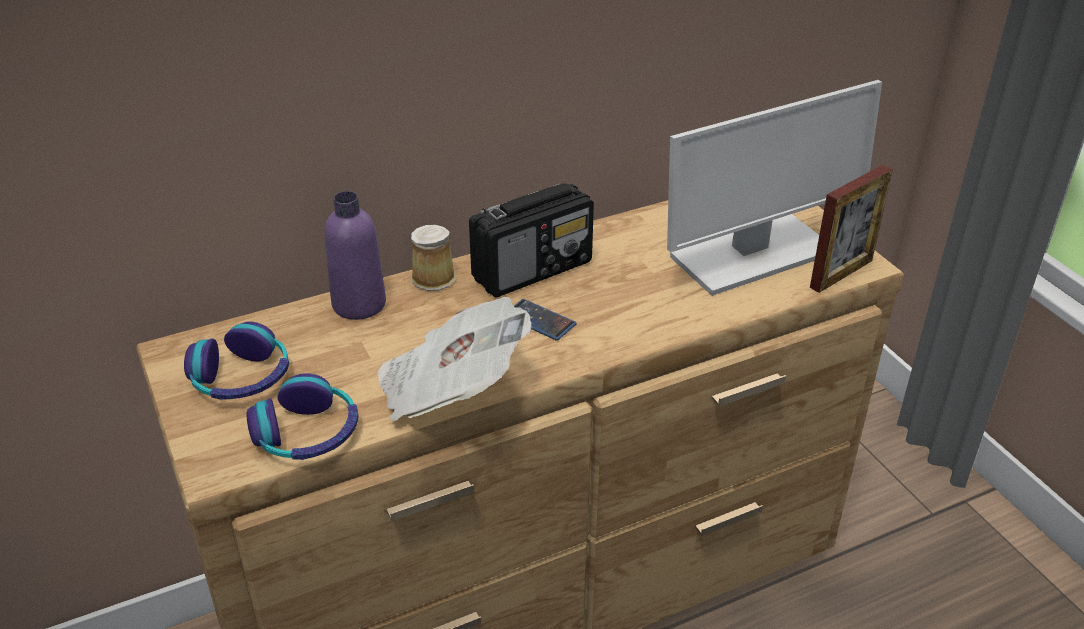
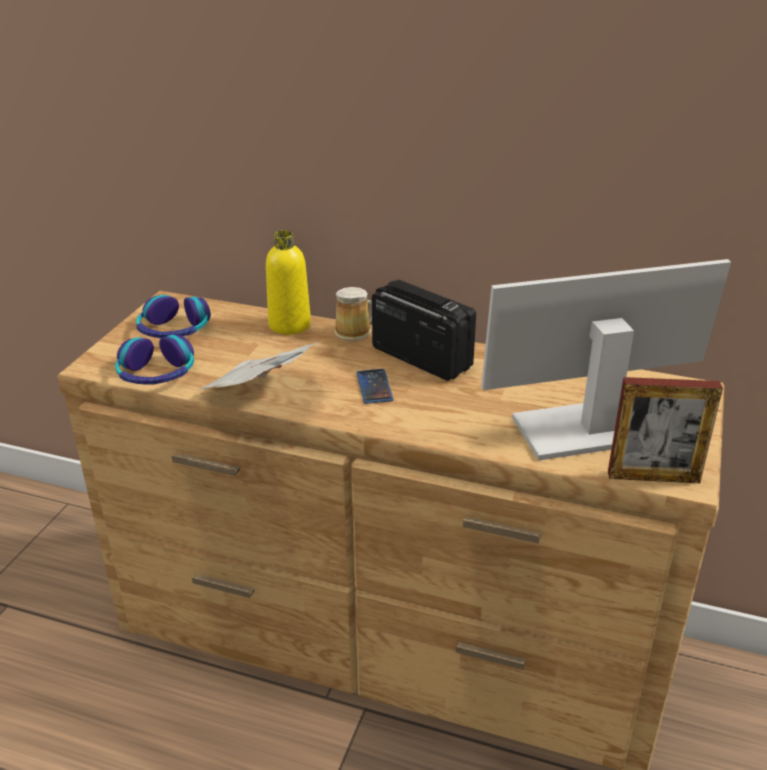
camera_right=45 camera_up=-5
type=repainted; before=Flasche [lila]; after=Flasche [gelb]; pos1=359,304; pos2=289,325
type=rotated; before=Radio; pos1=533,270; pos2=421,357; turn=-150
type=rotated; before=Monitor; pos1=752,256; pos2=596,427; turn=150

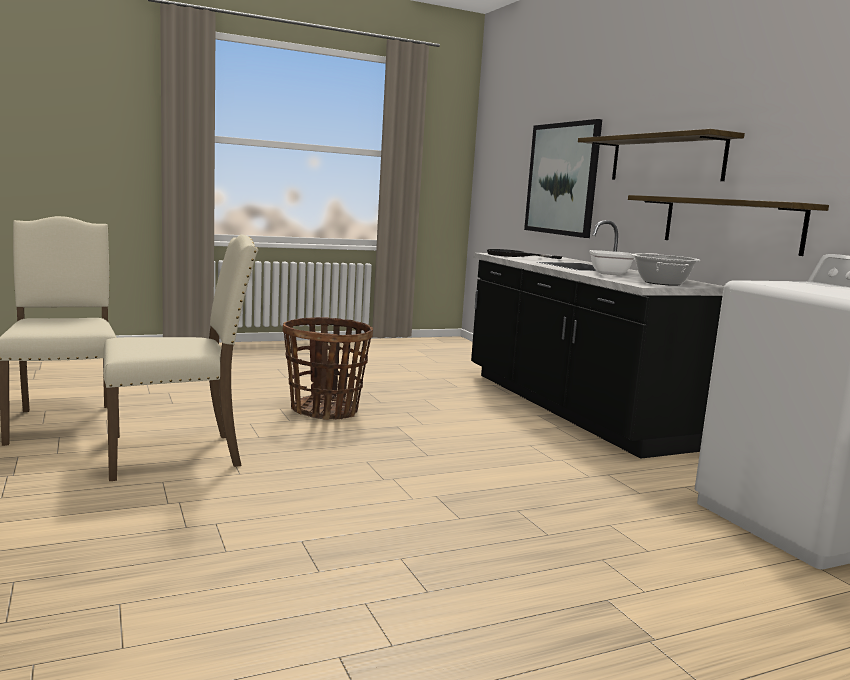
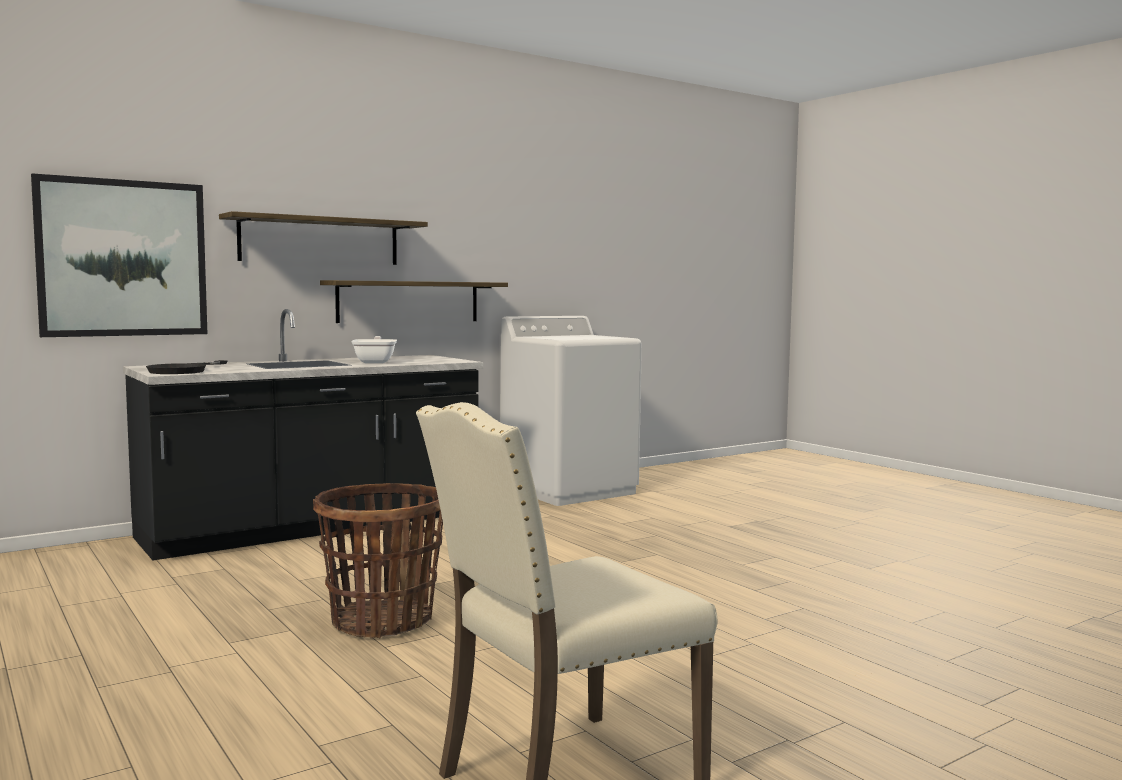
camera_right=-100 camera_up=-5
type=gone; before=Stuhl [beige]; pos1=177,454
type=gone; before=Kochtopf; pos1=662,283

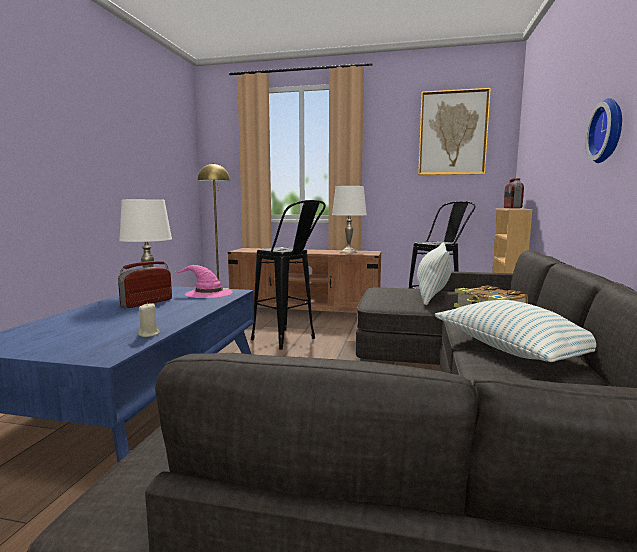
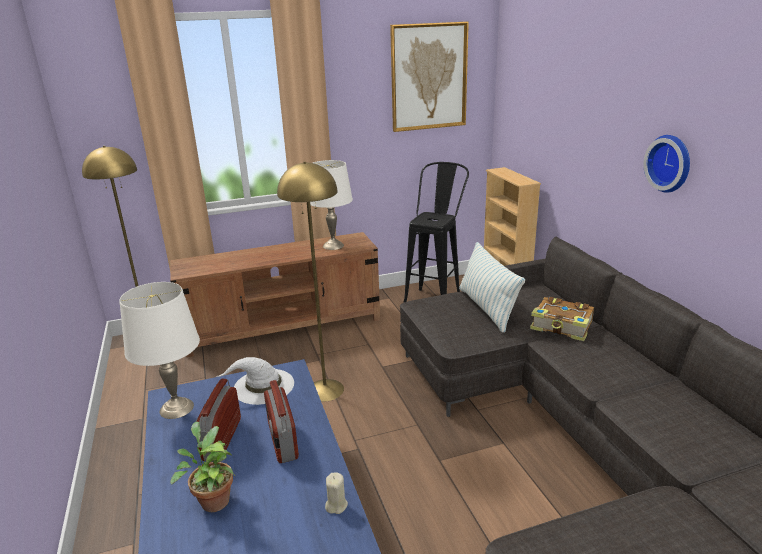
camera_right=-30 camera_up=15
type=new; after=Topfpflanze; pos2=213,500
type=repainted; before=Hut [rosa]; after=Hut [weiß]; pos1=208,293; pos2=262,386
type=shifted; before=Radio; pos1=512,208; pos2=282,441
type=swapped; before=Hocker [schwarz]; after=Stehlampe [gelb]; pos1=290,341; pos2=325,390
type=gone; before=Kissen; pos1=513,350

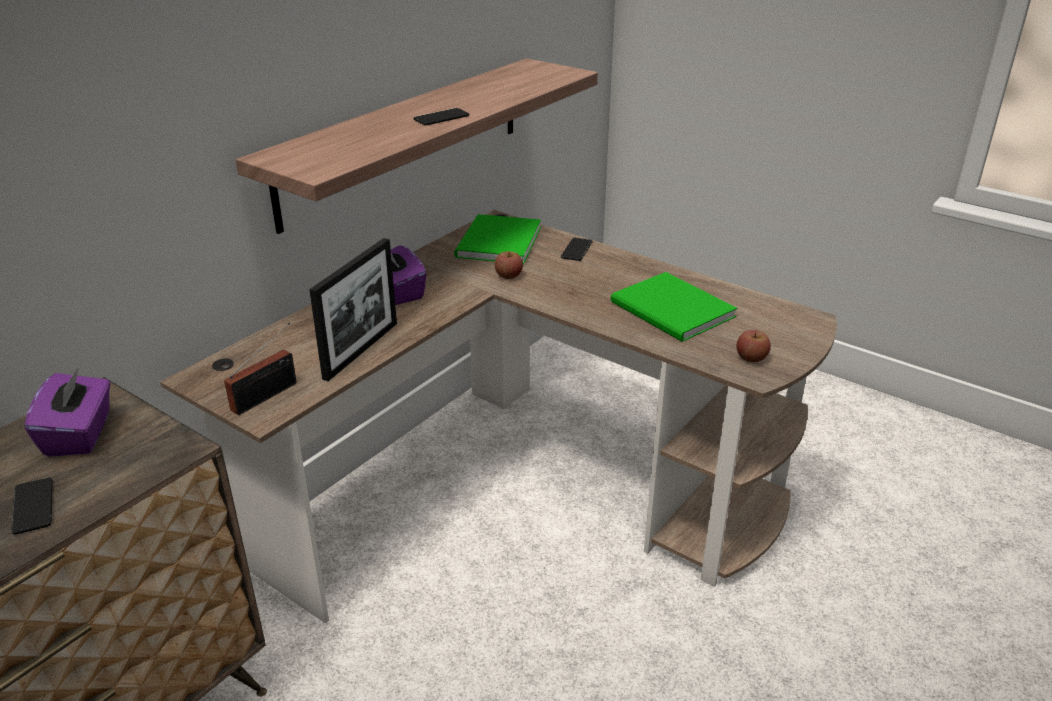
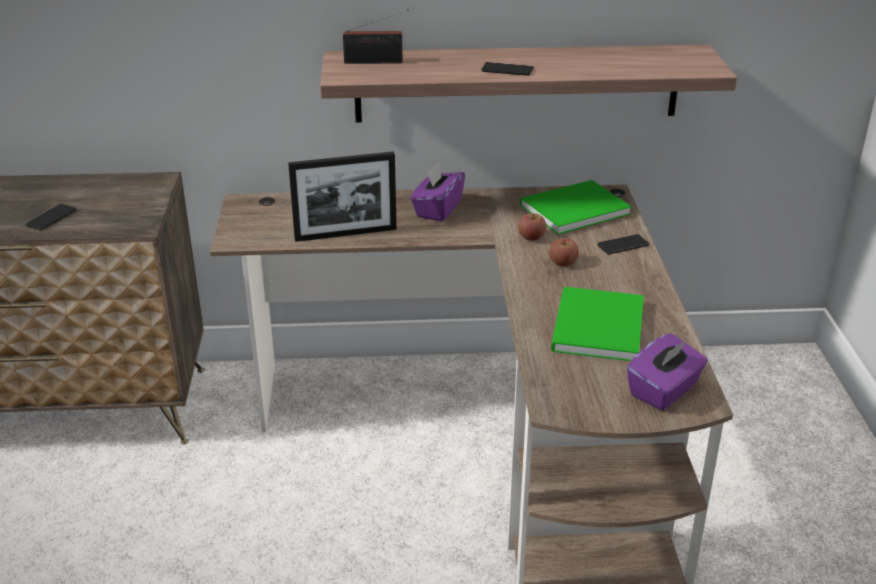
camera_right=50 camera_up=0
type=shifted; before=Radio; pos1=268,395; pos2=377,62
type=shifted; before=Apfel; pos1=751,358; pos2=563,262
type=shifted; before=Taschentuchbox [lila]; pos1=80,434; pos2=664,391

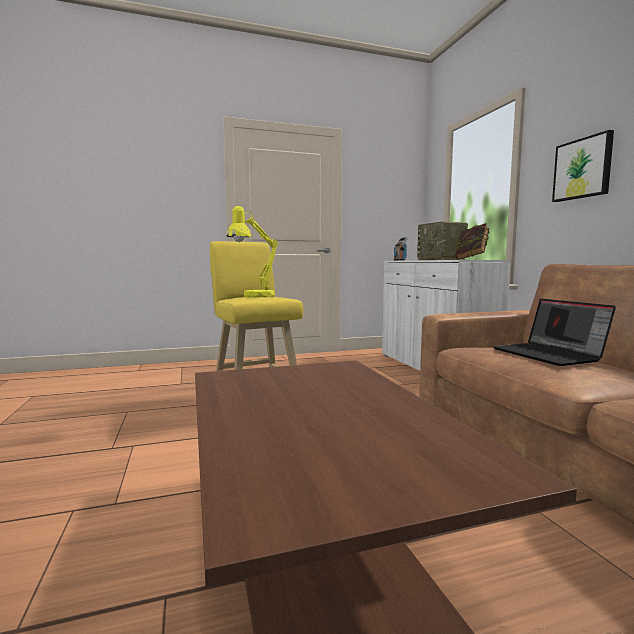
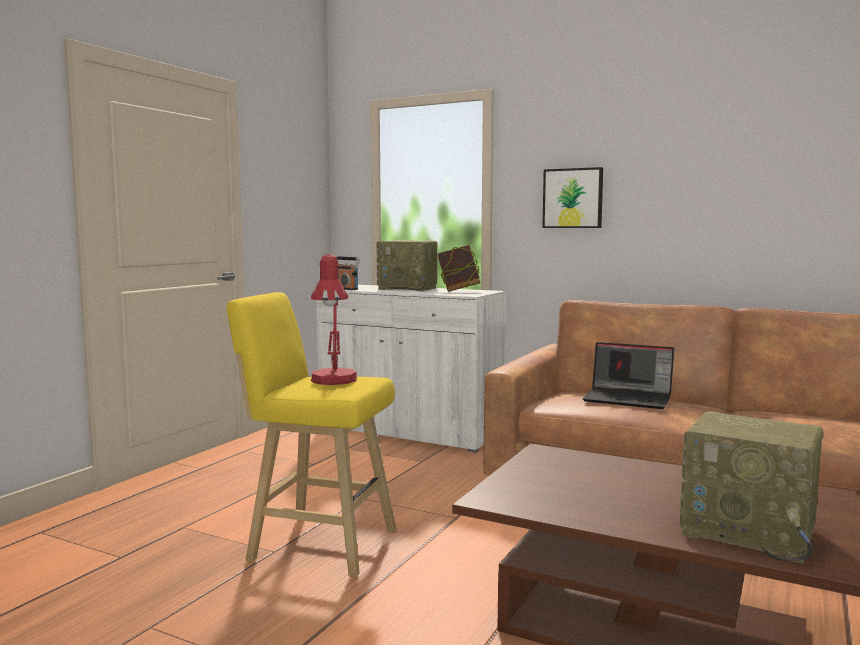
camera_right=-45 camera_up=0
type=repainted; before=Tischlampe [gelb]; after=Tischlampe [rot]; pos1=253,296; pos2=333,382
type=new; after=Radio; pos2=750,532

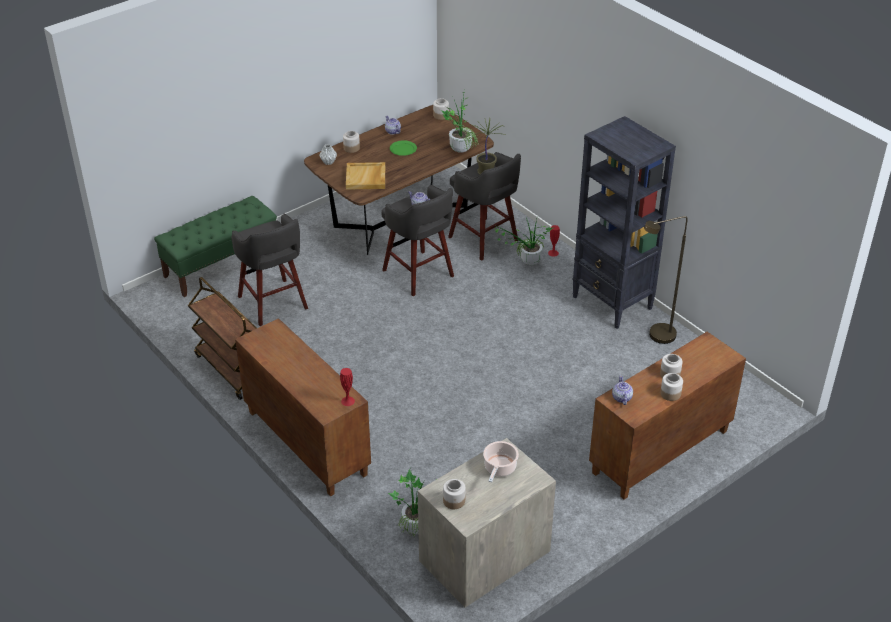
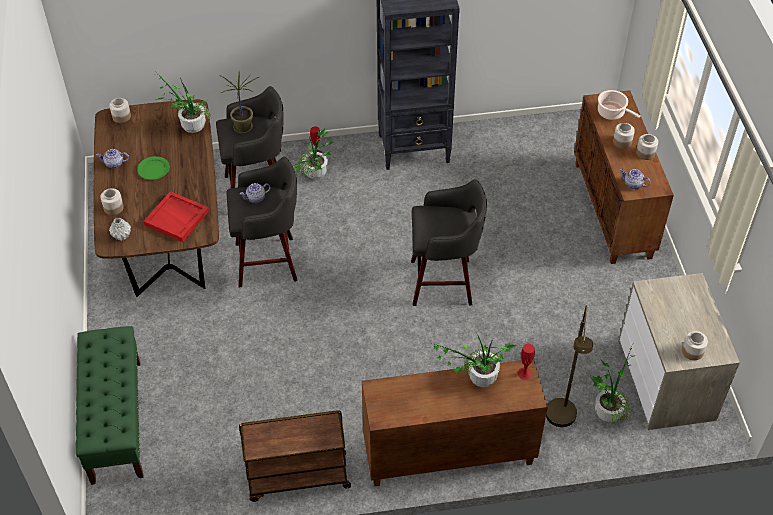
camera_right=-60 camera_up=10
type=repainted; before=Tablett [beige]; after=Tablett [rot]; pos1=366,178; pos2=177,218
type=shifted; before=Hocker [grau]; pos1=273,304; pos2=444,282
type=new; after=Topfpflanze; pos2=476,381
type=shifted; before=Stehlampe [braun]; pos1=656,337; pos2=561,421
type=shifted; before=Kochtopf; pos1=499,468; pos2=612,113

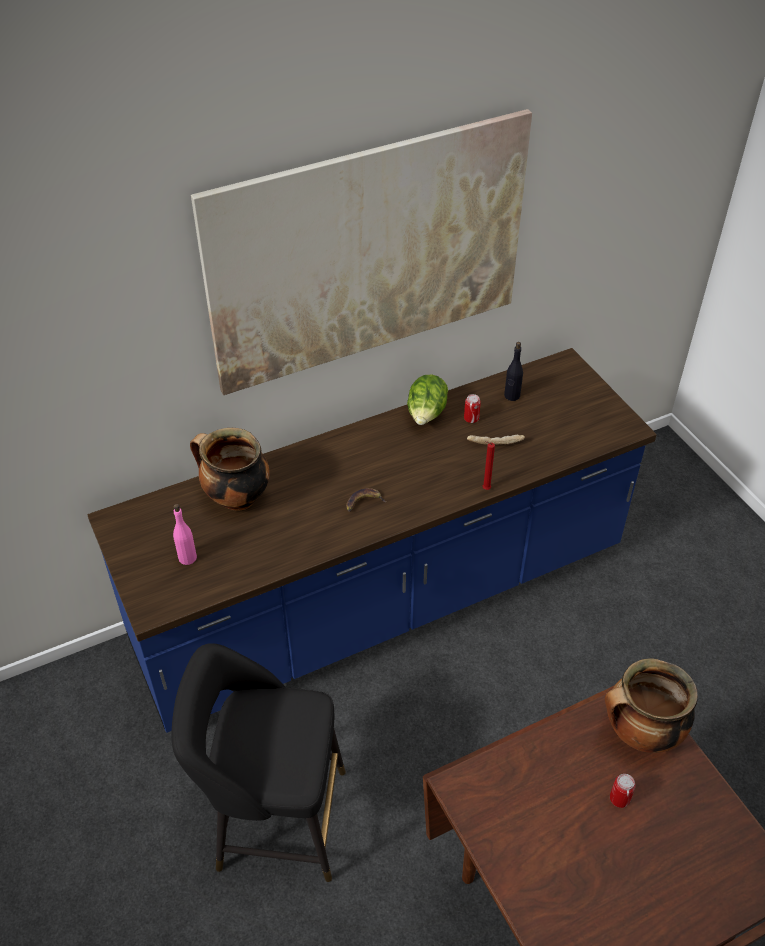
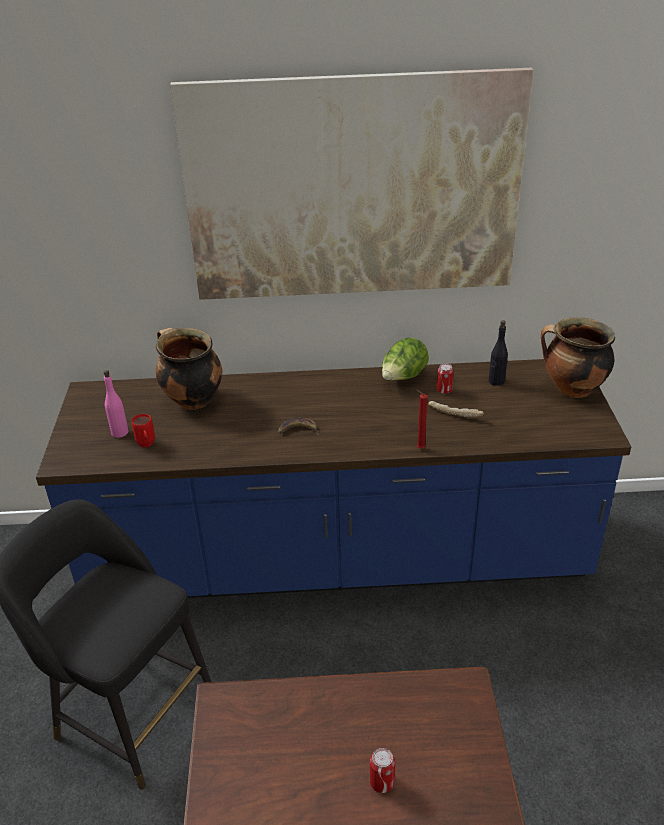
camera_right=25 camera_up=-10
type=new; after=Henkelbecher [rot]; pos2=146,445
type=shifted; before=Kochtopf; pos1=640,734; pos2=571,389

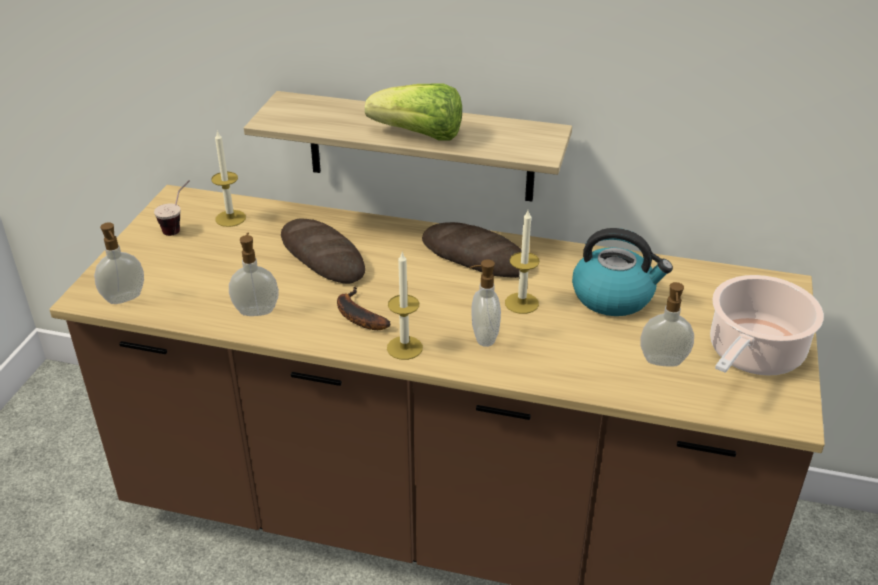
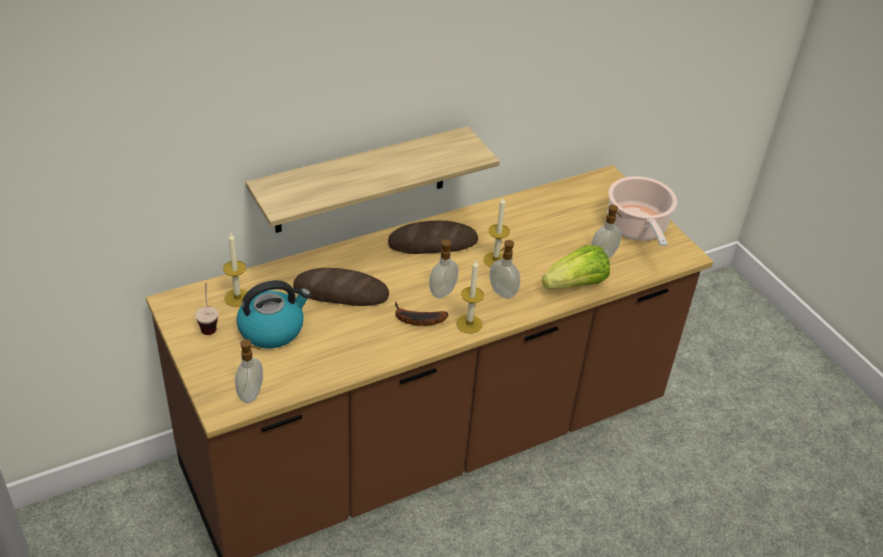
camera_right=-45 camera_up=5
type=shifted; before=Wasserkessel; pos1=614,296; pos2=272,329
type=shifted; before=Seifenspender; pos1=256,310; pos2=441,291
type=shifted; before=Salatkopf; pos1=419,135; pos2=576,285

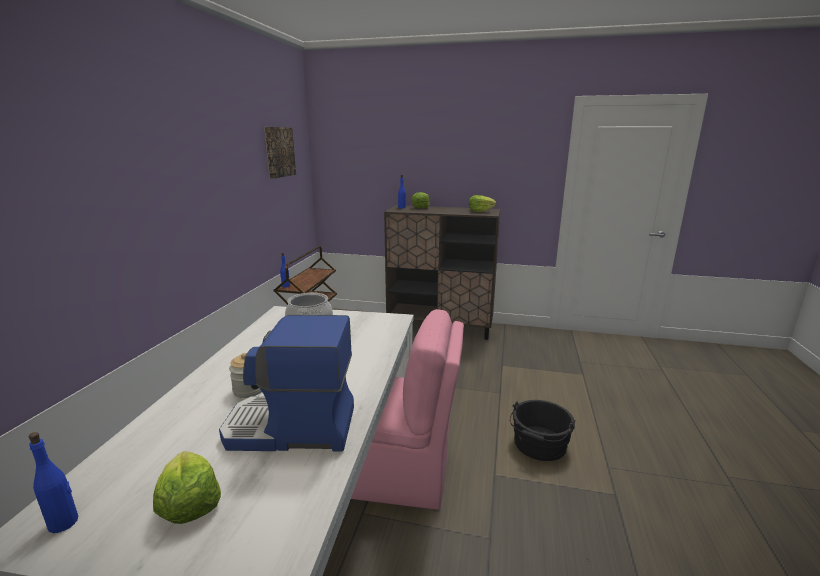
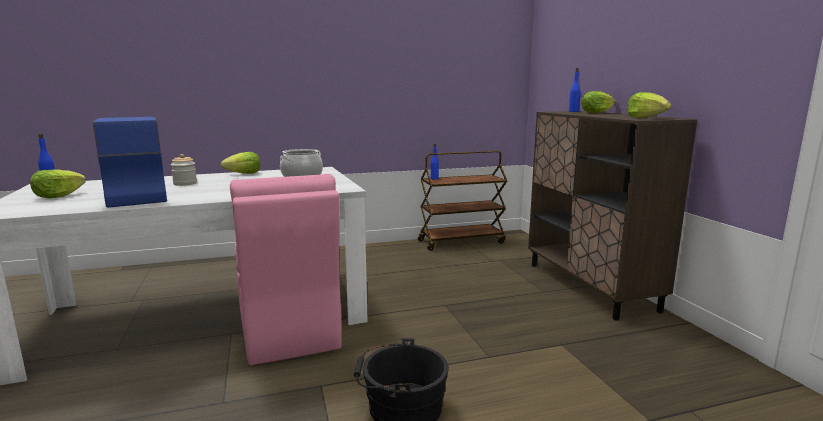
camera_right=60 camera_up=-5
type=new; after=Salatkopf; pos2=244,174
type=gone; before=Bild; pos1=279,152

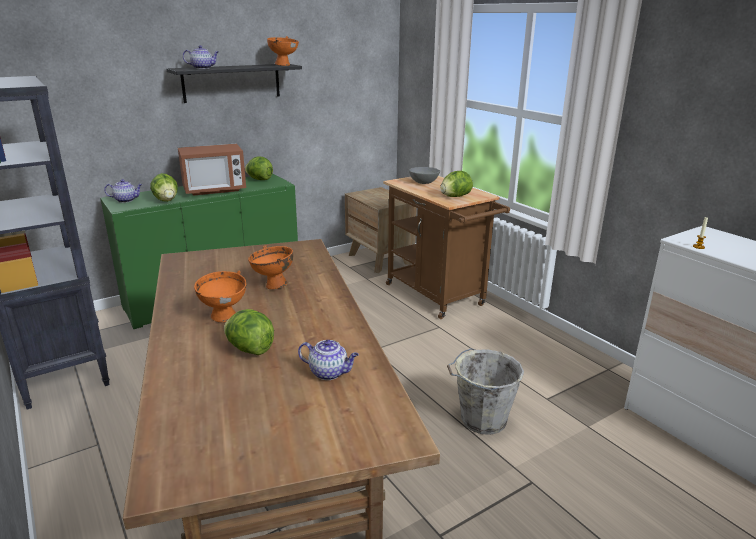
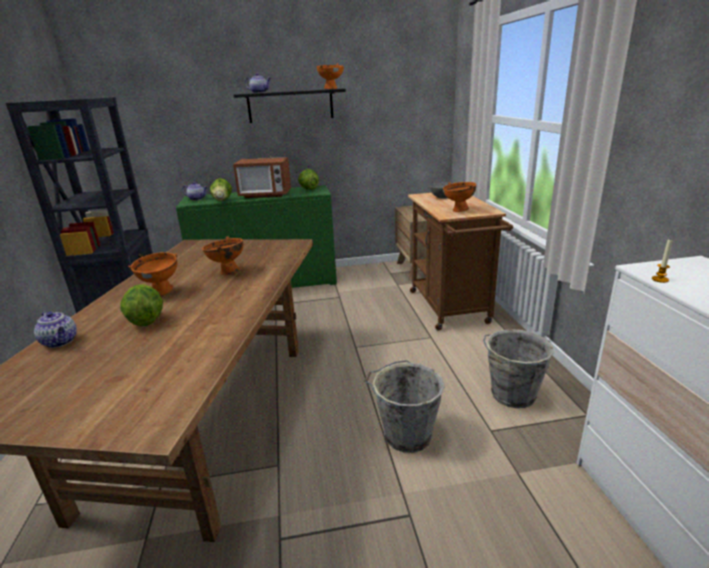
camera_right=25 camera_up=0
type=shifted; before=Teekanne; pos1=329,373; pos2=61,342
type=swapped; before=Salatkopf; after=Schüssel [orange]; pos1=455,196; pos2=458,211
type=new; after=Eimer [grau]; pos2=512,395

